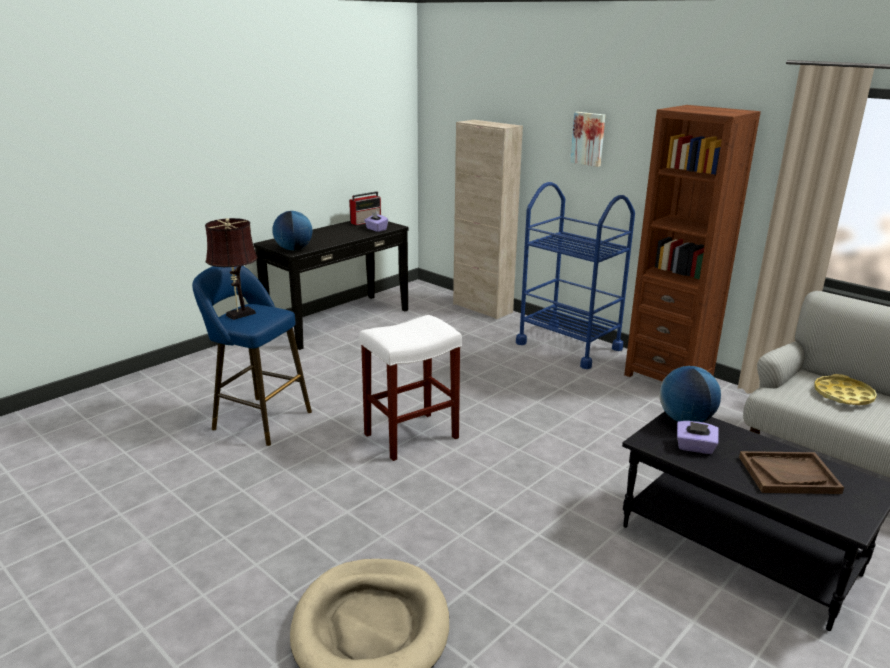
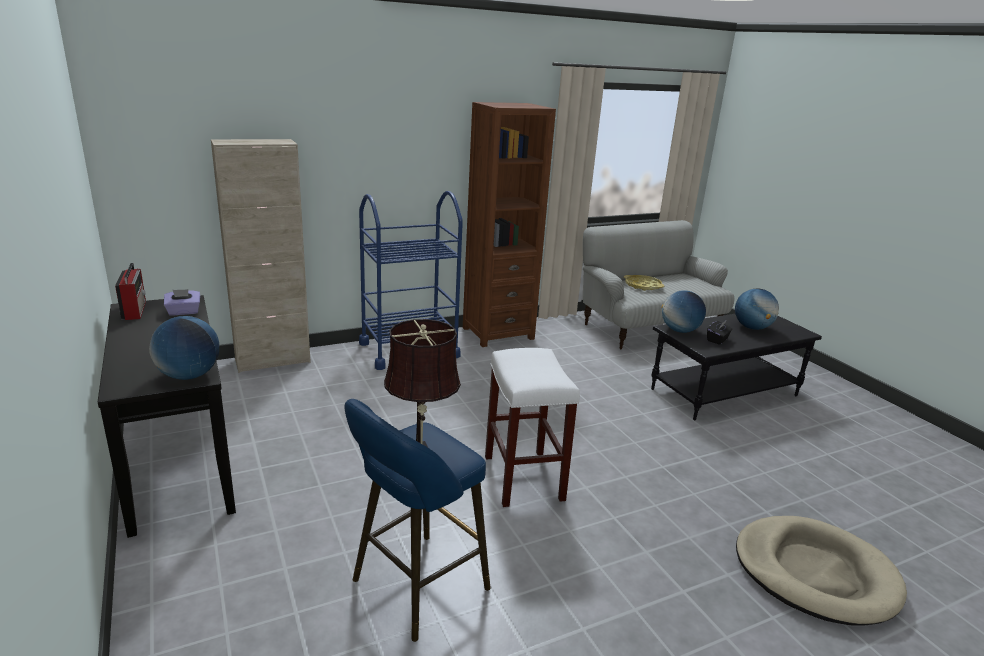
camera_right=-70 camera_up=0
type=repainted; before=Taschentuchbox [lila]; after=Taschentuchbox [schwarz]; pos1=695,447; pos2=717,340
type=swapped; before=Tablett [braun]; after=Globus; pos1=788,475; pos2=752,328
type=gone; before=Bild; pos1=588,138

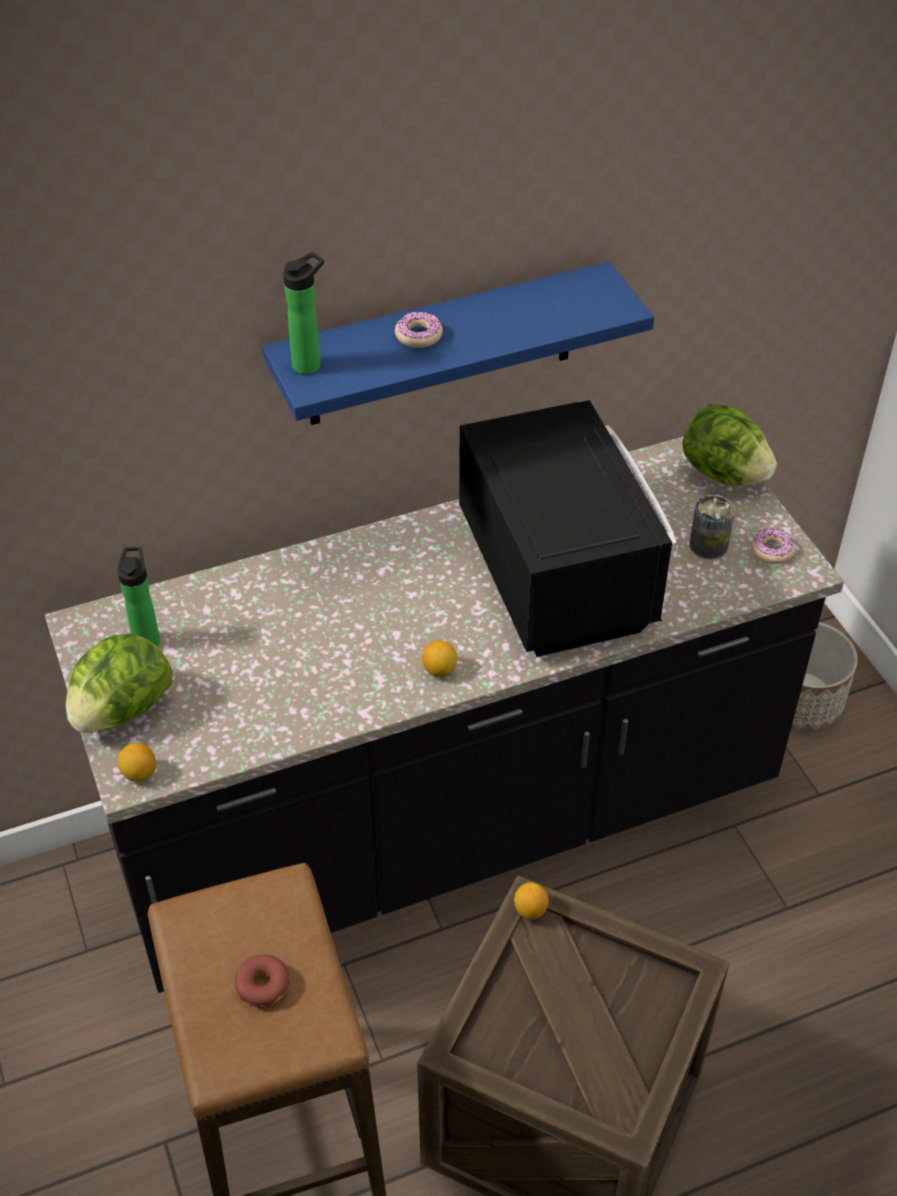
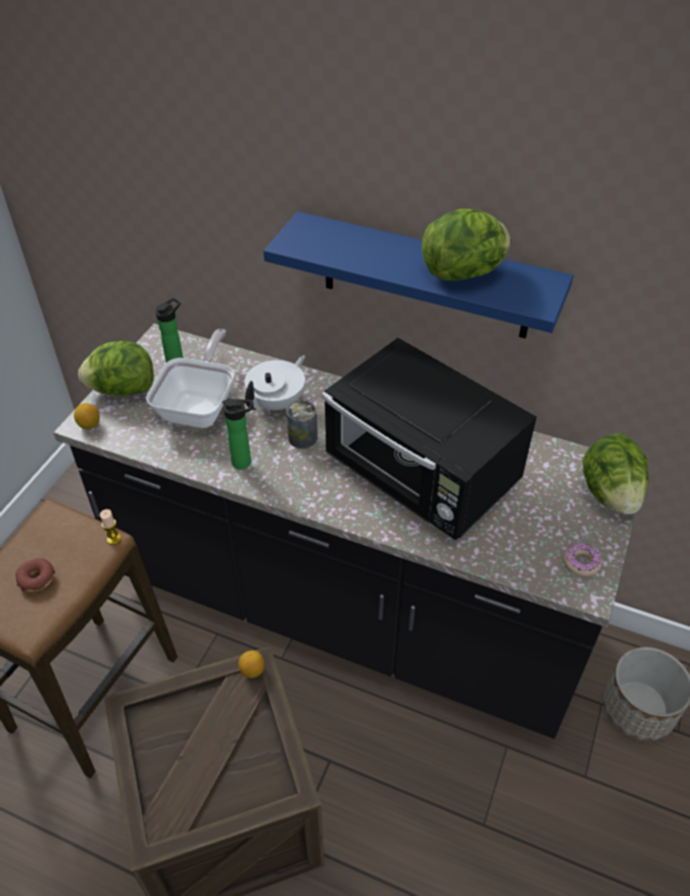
camera_right=45 camera_up=0
type=new; after=Kerze; pos2=114,539
type=new; after=Pfanne; pos2=200,406
type=shifted; before=Flasche; pos1=310,364; pos2=244,462
type=new; after=Teekanne [weiß]; pos2=277,402
type=shifted; before=Dose; pos1=708,545; pos2=303,438
type=rotated; before=Mikrowelle [schwarz]; pos1=556,573; pos2=421,478; turn=105
type=new; after=Salatkopf; pos2=464,273
type=gone; before=Donut; pos1=418,335
type=gone; before=Zitrone; pos1=440,670

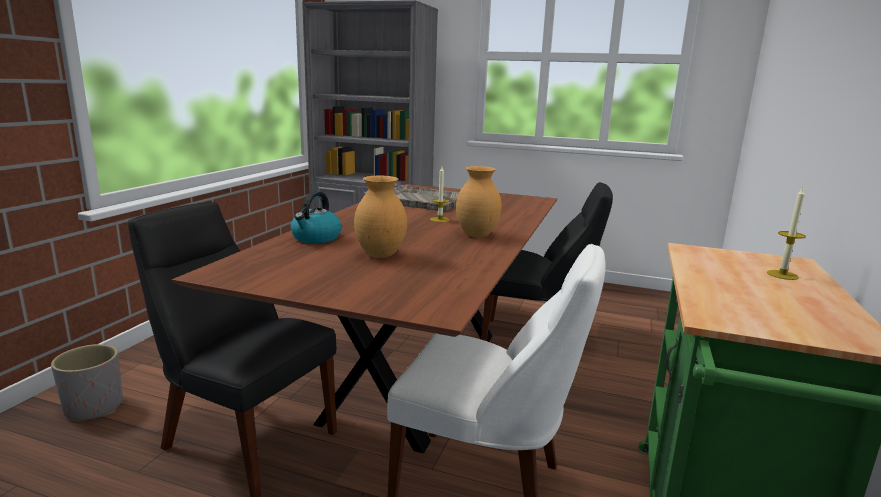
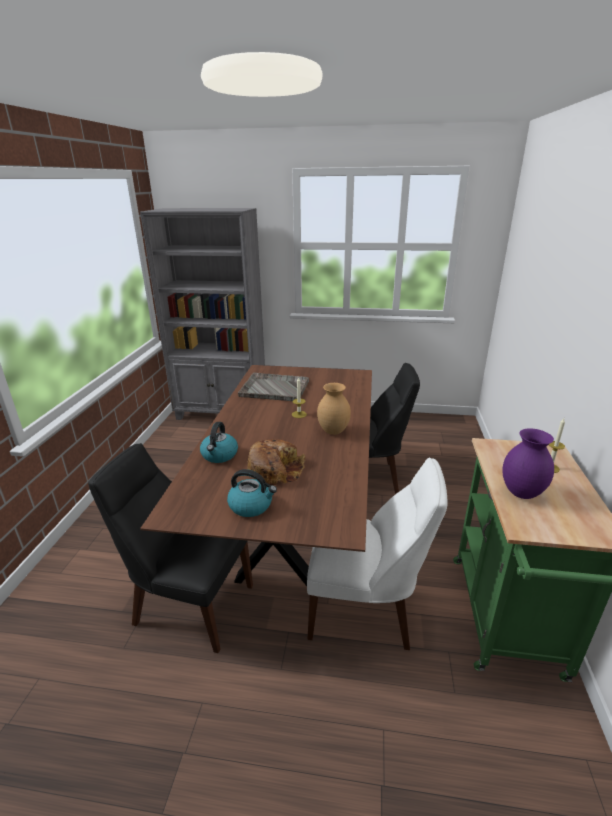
camera_right=-10 camera_up=10
type=new; after=Wasserkessel; pos2=251,505
type=swapped; before=Vase [braun]; after=Brot; pos1=379,255; pos2=275,469
type=new; after=Vase [lila]; pos2=521,493
type=gone; before=Pflanzkübel [grau]; pos1=93,407

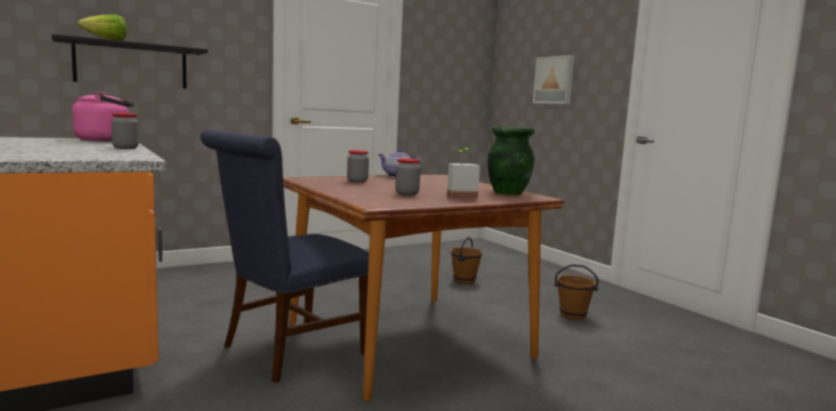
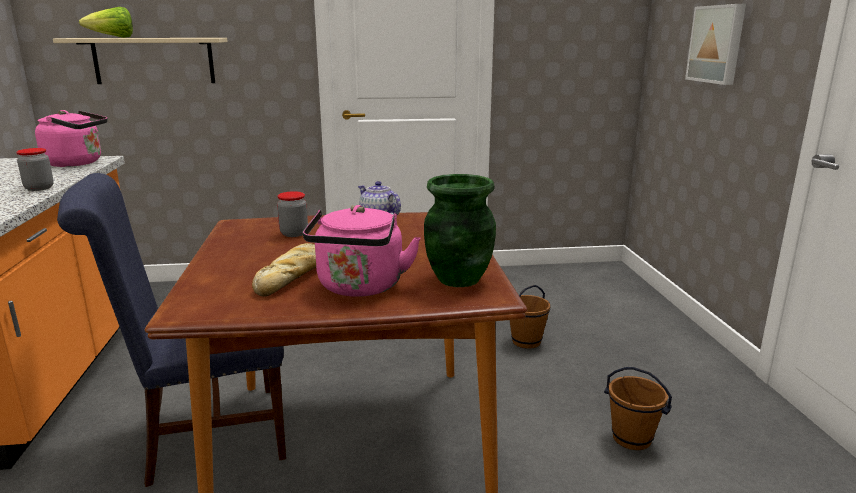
camera_right=25 camera_up=10
type=repainted; before=Wandregal [schwarz]; after=Wandregal [beige]; pos1=131,65; pos2=154,61
type=swapped; before=Vorratsglas; after=Brot; pos1=407,194; pos2=293,276
type=swapped; before=Topfpflanze; after=Wasserkessel [rosa]; pos1=460,196; pos2=360,288

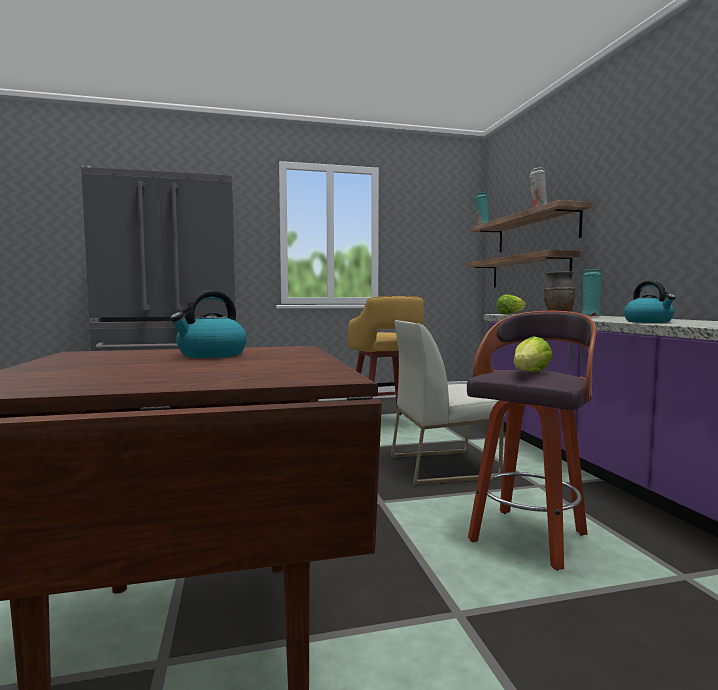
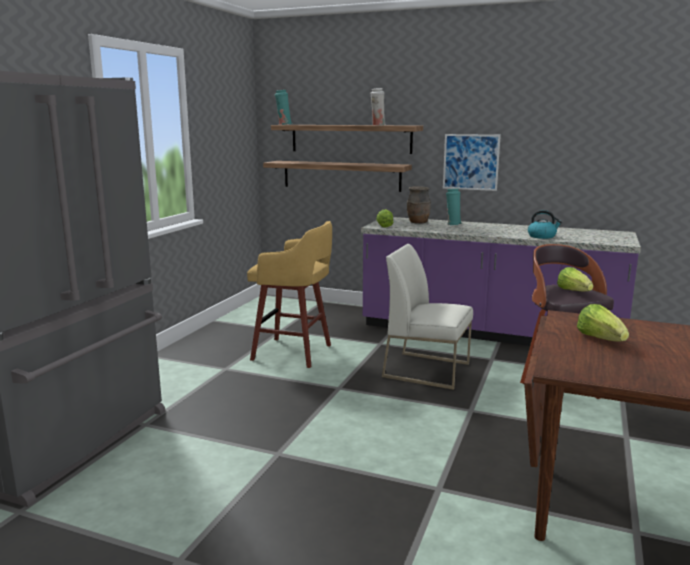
camera_right=-55 camera_up=10
type=rotated; before=Stuhl [weiß]; pos1=443,466; pos2=427,370; turn=90
type=new; after=Bild; pos2=471,162
type=swapped; before=Wasserkessel; after=Salatkopf; pos1=211,355; pos2=600,339

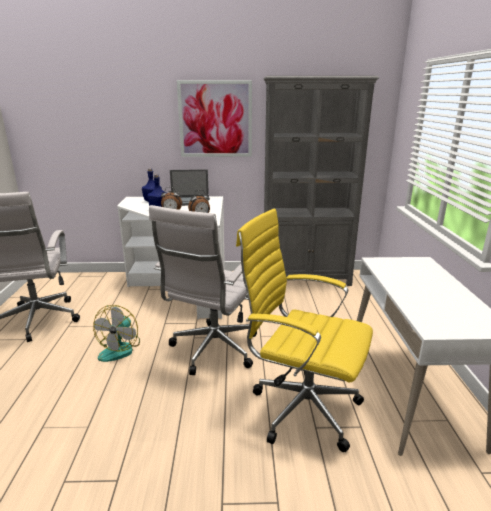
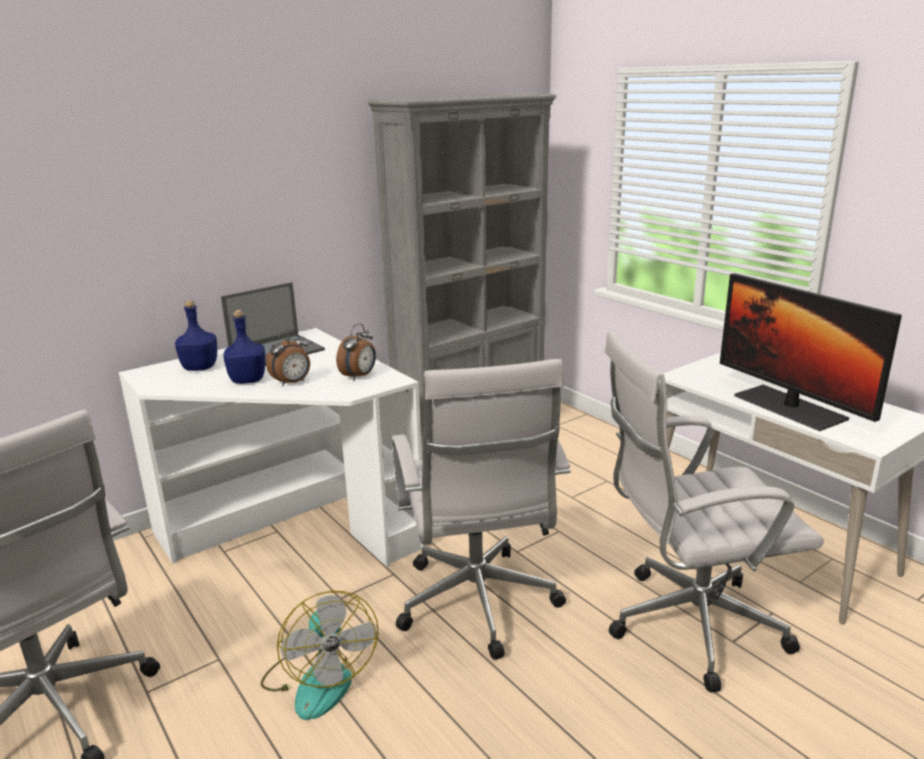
camera_right=-35 camera_up=0
type=repainted; before=Bürostuhl [gelb]; after=Bürostuhl [weiß]; pos1=300,407; pos2=687,626
type=new; after=Monitor; pos2=789,407
type=gone; before=Bild; pos1=215,119

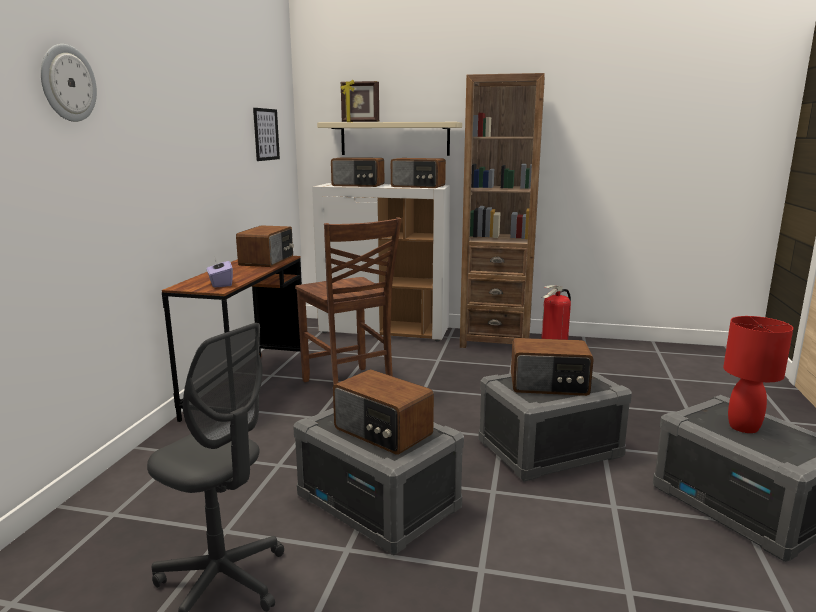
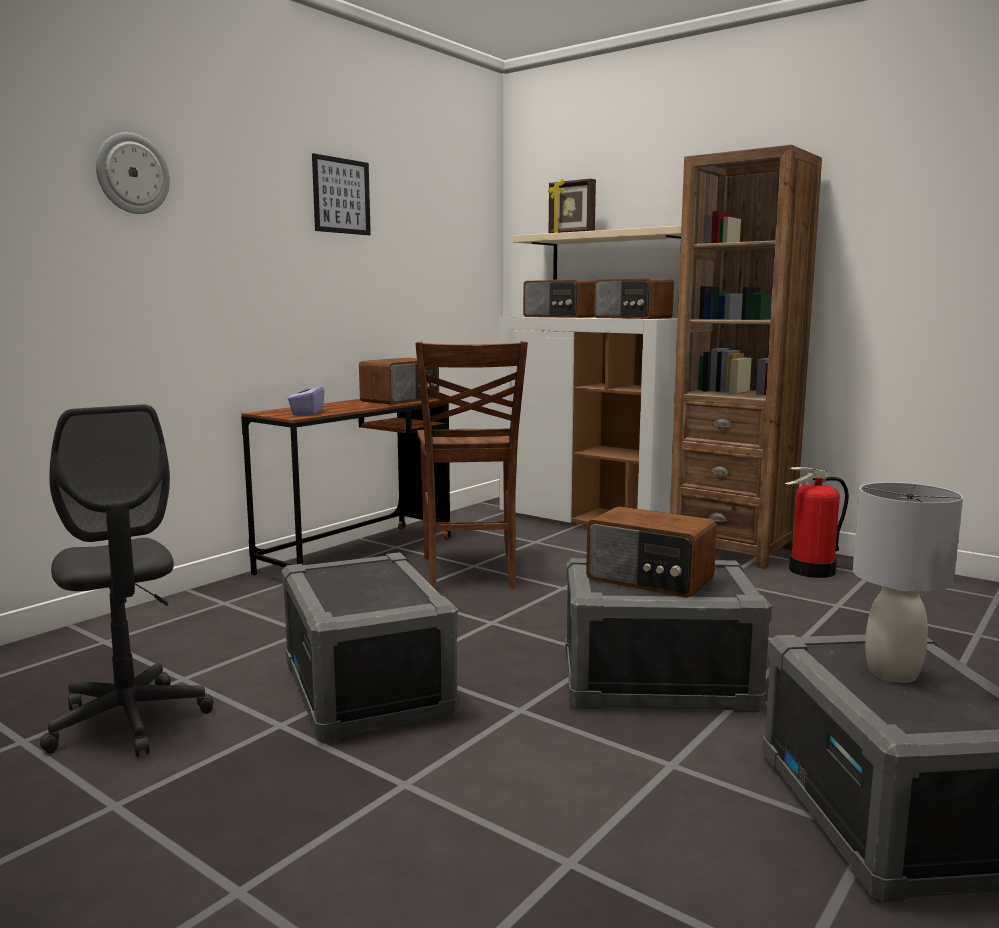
camera_right=25 camera_up=-5
type=shifted; before=Bild; pos1=266,134; pos2=341,196
type=repainted; before=Tischlampe [rot]; after=Tischlampe [grau]; pos1=744,427; pos2=893,673
type=gone; before=Radio; pos1=382,432

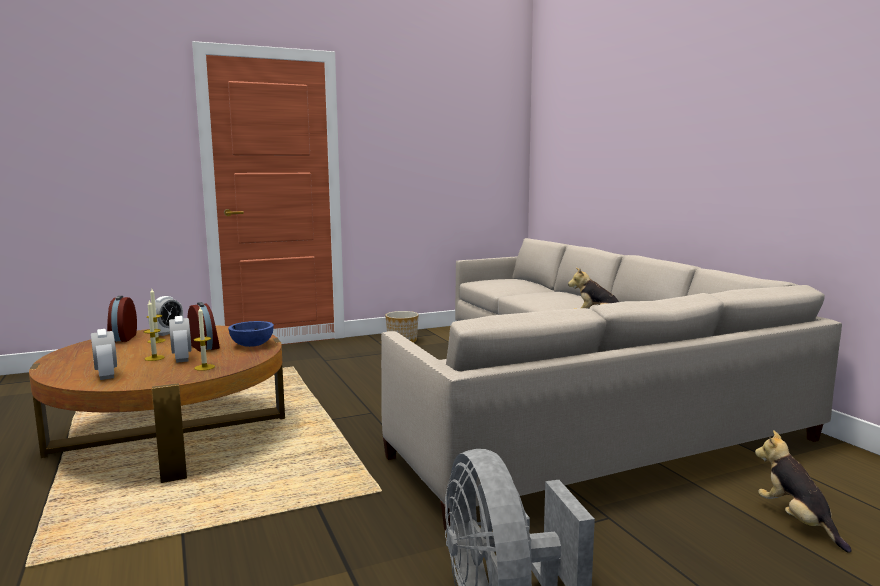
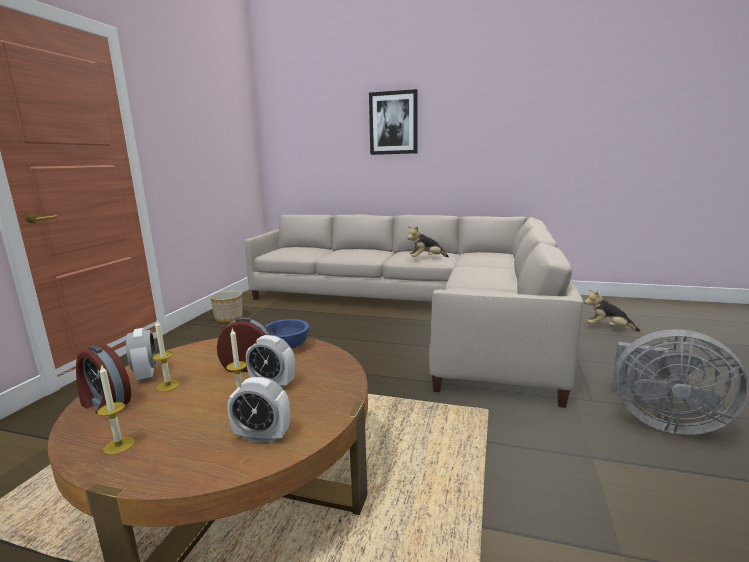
camera_right=-50 camera_up=5
type=shifted; before=Kerze; pos1=204,367; pos2=119,445
type=new; after=Bild; pos2=393,123

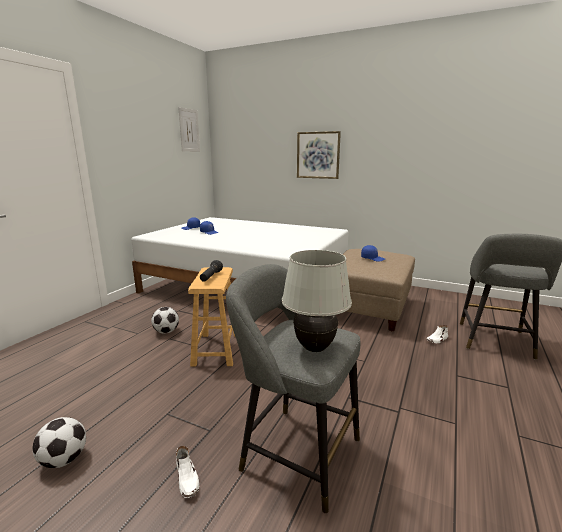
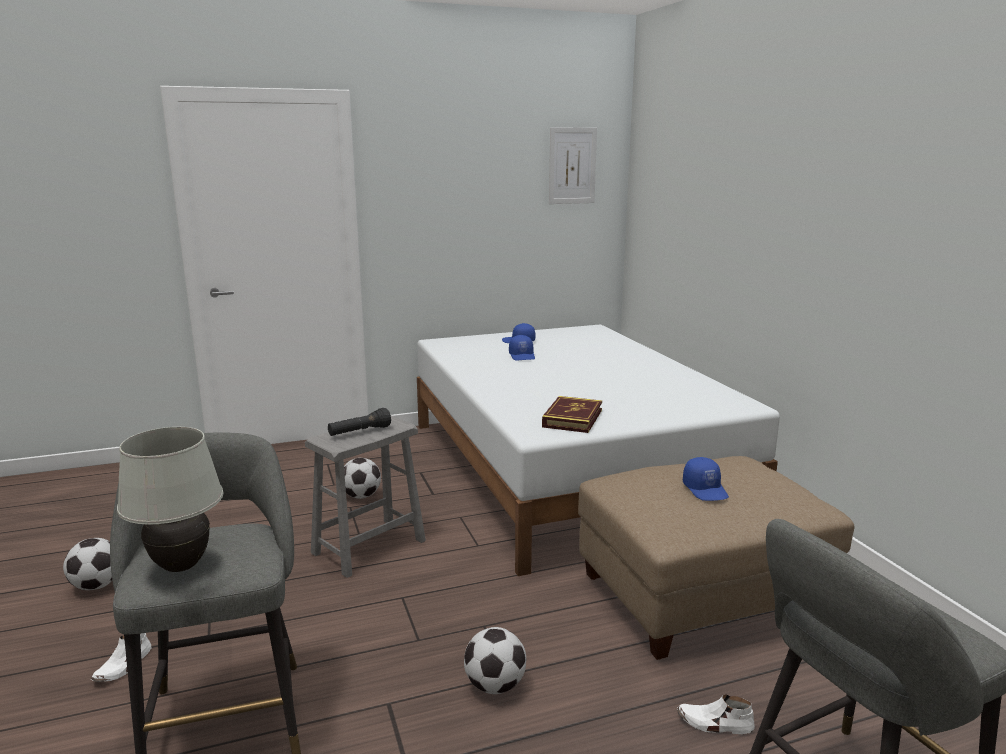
camera_right=45 camera_up=0
type=repainted; before=Hocker [braun]; after=Hocker [grau]; pos1=217,349; pos2=369,547
type=new; after=Fußball; pos2=495,685
type=new; after=Buch; pos2=572,418
type=gone; before=Bild; pos1=318,155

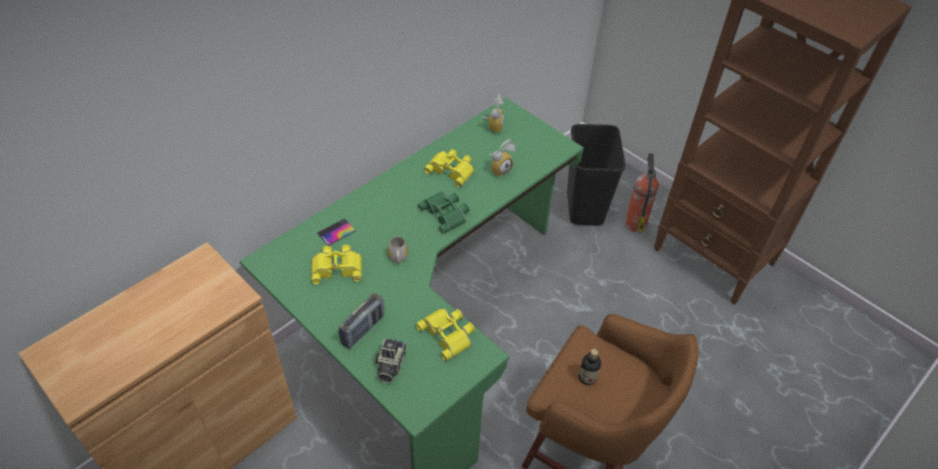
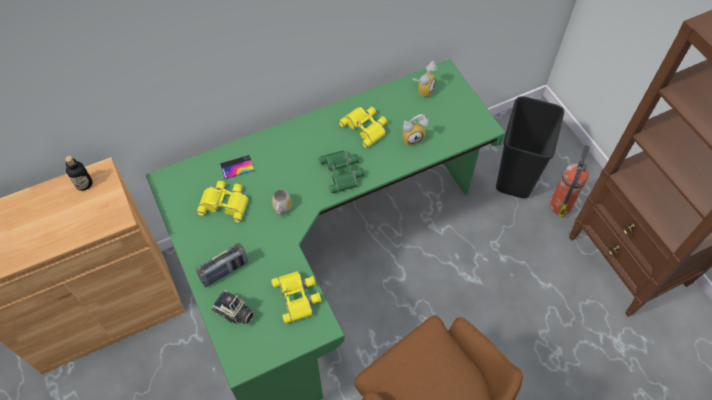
camera_right=20 camera_up=10
type=shifted; before=Flasche; pos1=587,377; pos2=84,184
type=rotated; before=Kamera; pos1=389,366; pos2=234,313; turn=-90

